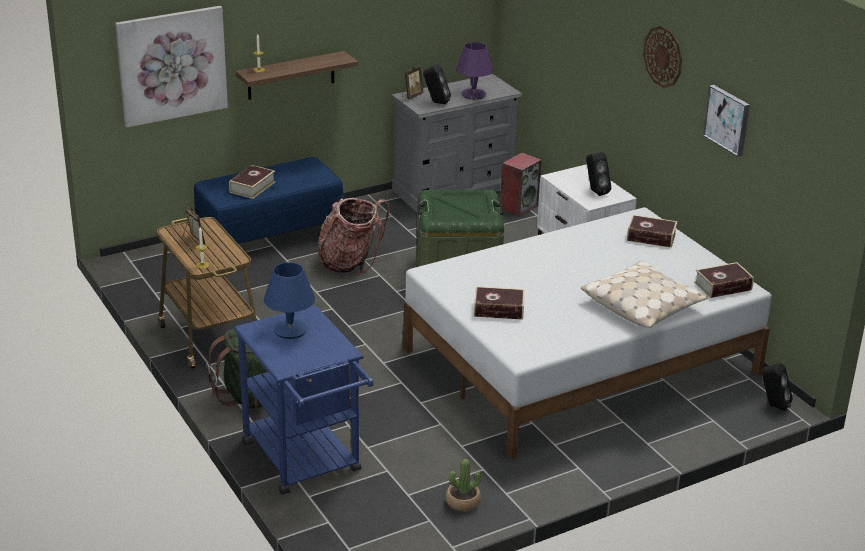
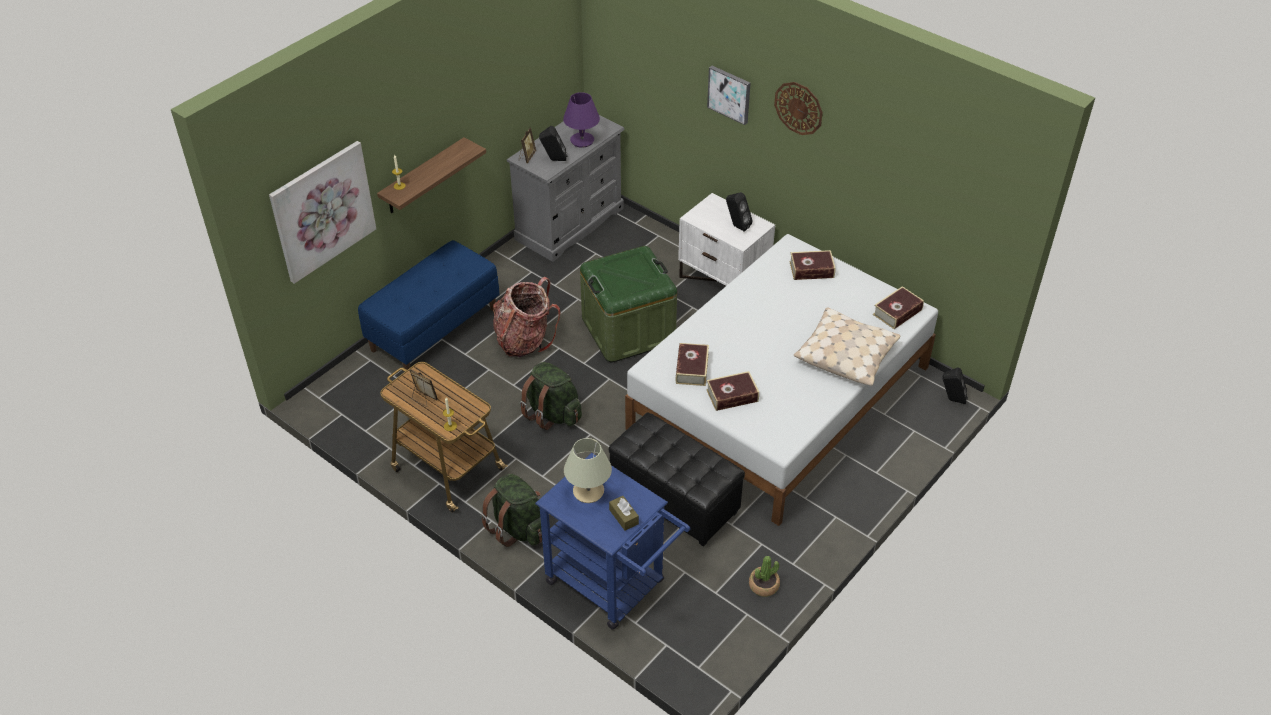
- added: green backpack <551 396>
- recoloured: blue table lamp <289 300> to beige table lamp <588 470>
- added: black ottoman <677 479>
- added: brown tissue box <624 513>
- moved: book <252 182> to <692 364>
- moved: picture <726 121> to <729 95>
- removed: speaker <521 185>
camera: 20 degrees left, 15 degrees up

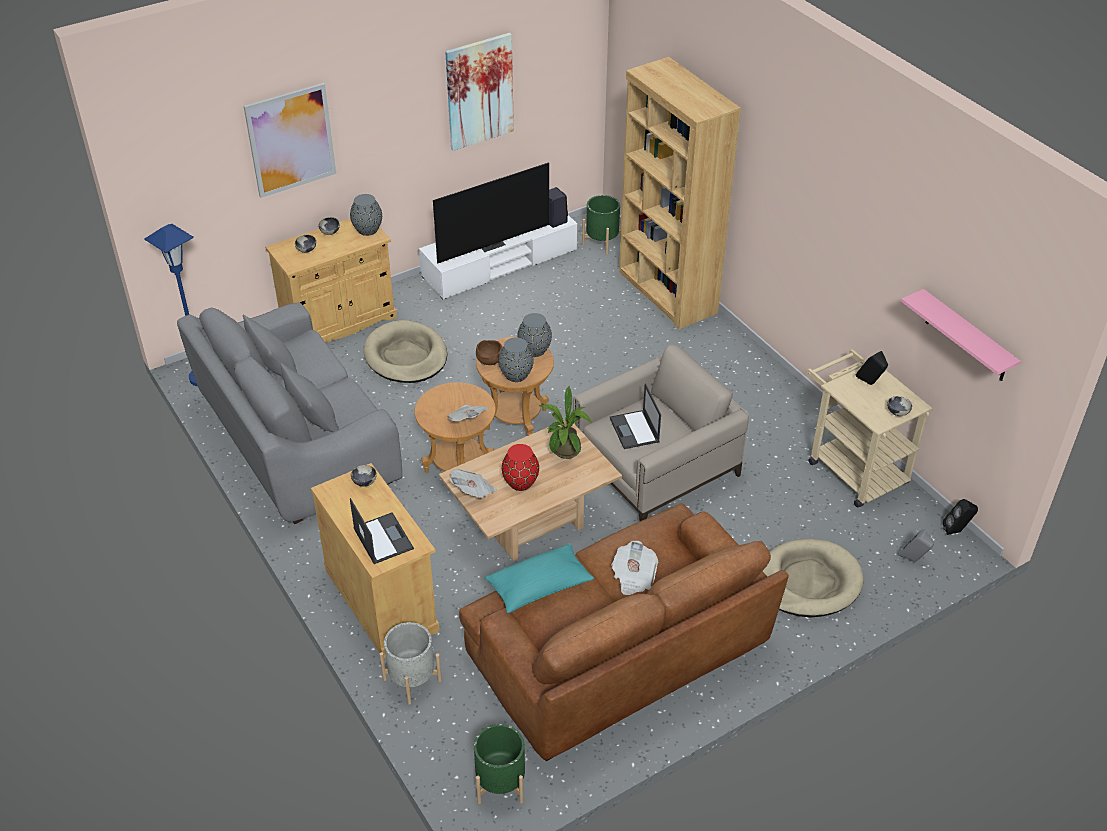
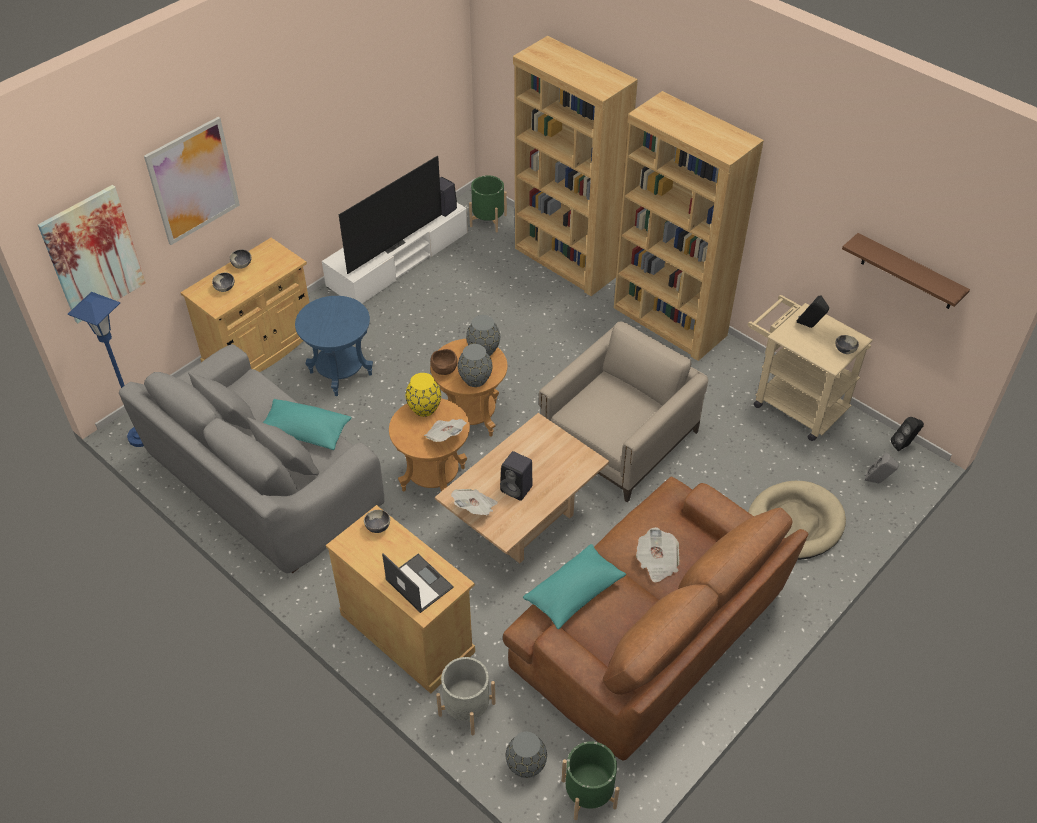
- moved: picture <479 92> to <92 254>
- added: turquoise pillow <307 424>
- replaced: beige dog bed <405 351> to blue side table <334 346>
- added: yellow vase <423 395>
- replaced: red vase <520 467> to black speaker <516 476>
- moved: grey vase <366 215> to <526 755>
- added: brown bookcase <689 226>
- recoloured: pink shelf <961 335> to brown shelf <906 271>
- removed: potted plant <565 422>
- removed: laptop <635 416>
camera: 15 degrees left, 5 degrees up

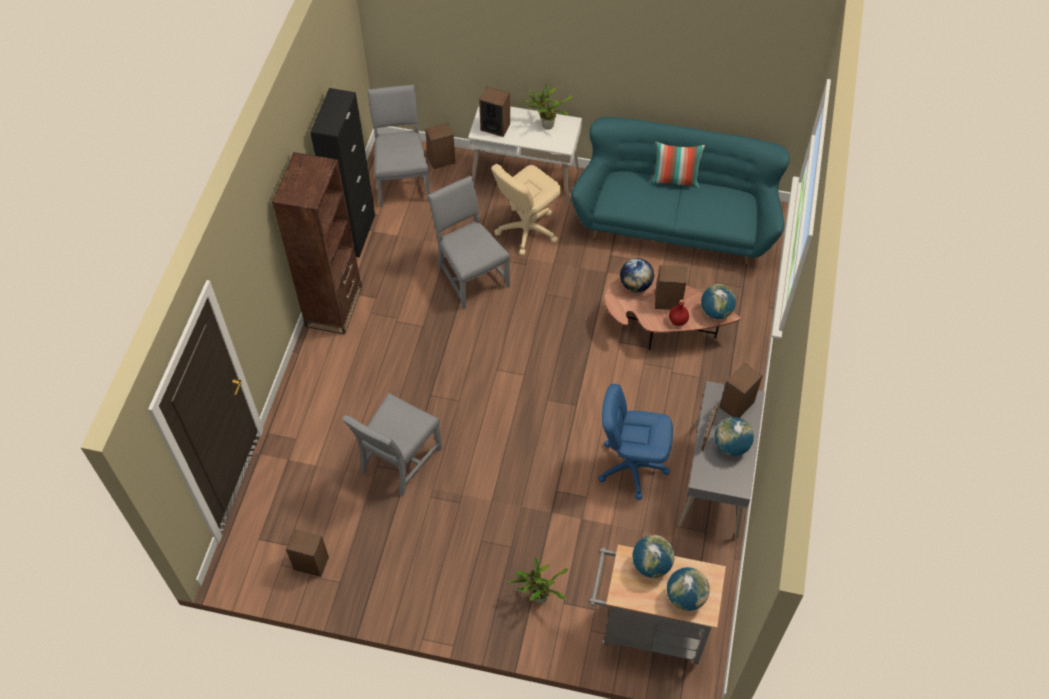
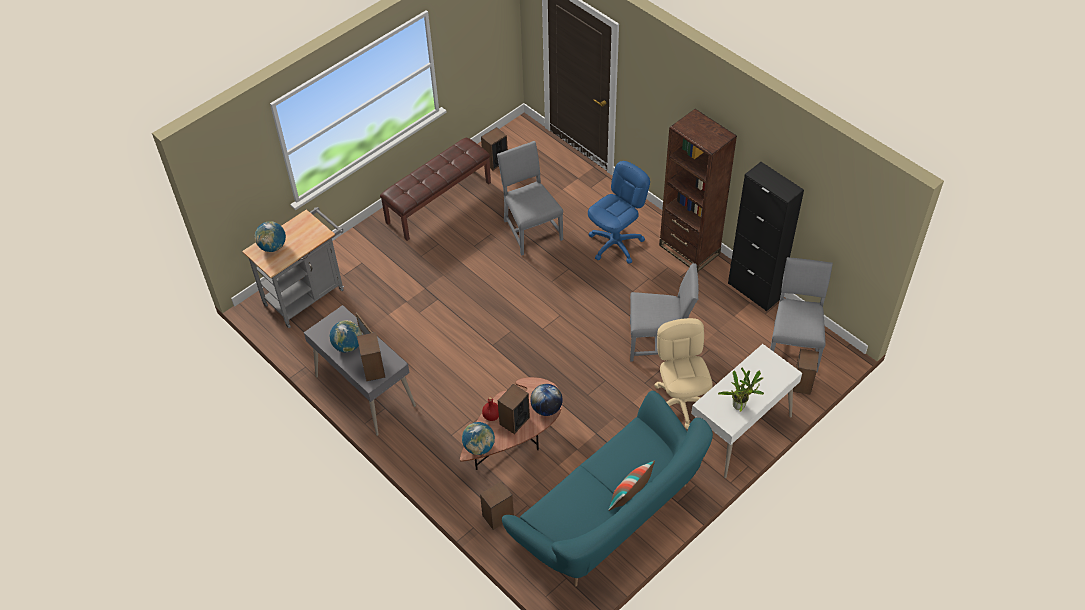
- added: brown bench <435 189>
- moved: speaker <494 111> to <497 505>
- moved: blue office chair <635 442> to <619 212>
- turned: grey chair <398 145> = <801 314> 105 degrees counterclockwise
- removed: potted plant <537 580>
- removed: globe <653 556>
camera: 125 degrees right, 5 degrees down

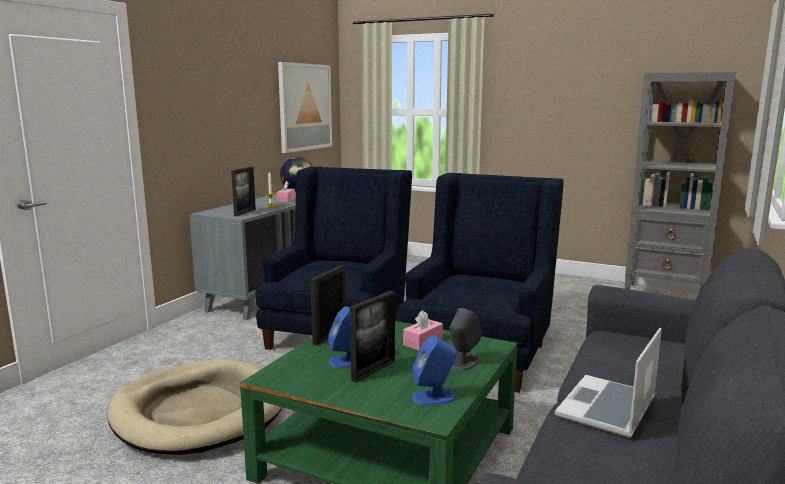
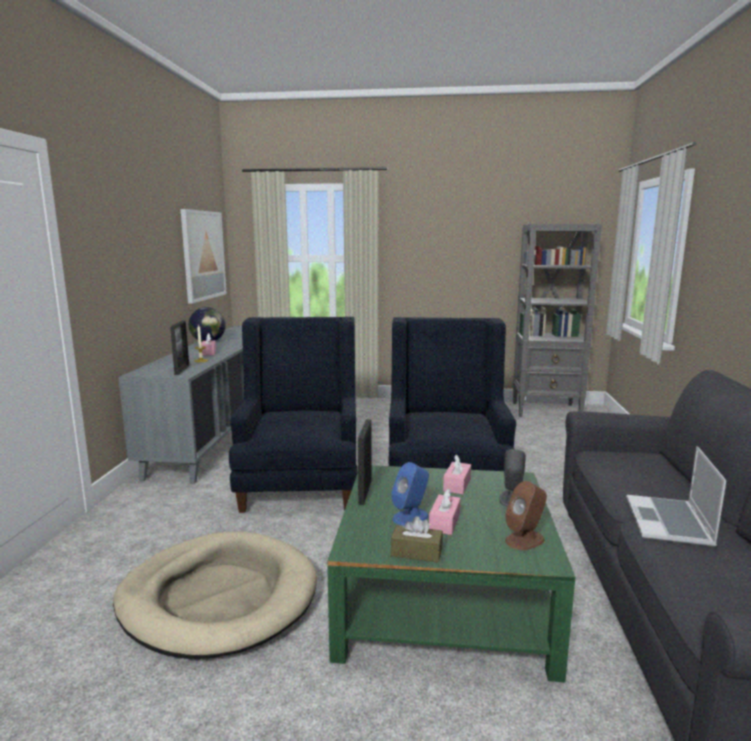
- added: brown tissue box <417 539>
- replaced: picture frame <372 337> to pink tissue box <445 511>
- recoloured: blue speaker <434 371> to brown speaker <526 515>
camera: 20 degrees left, 0 degrees up

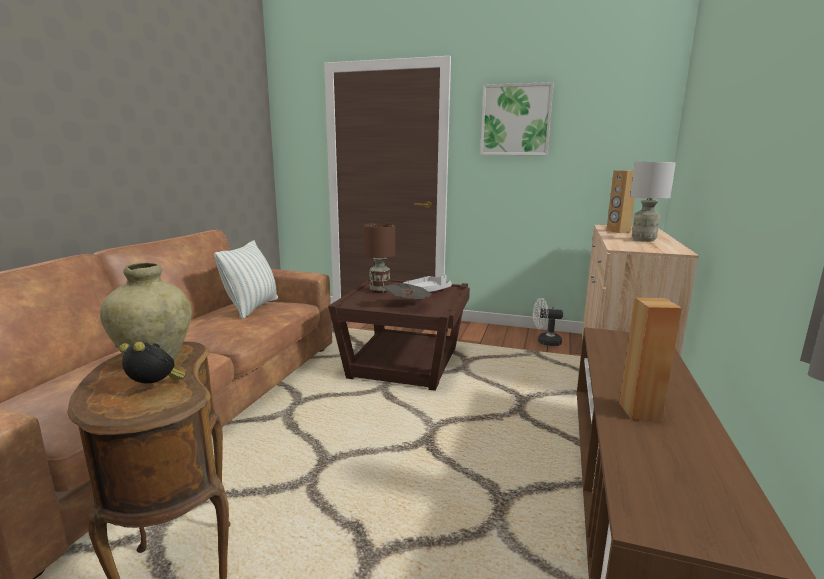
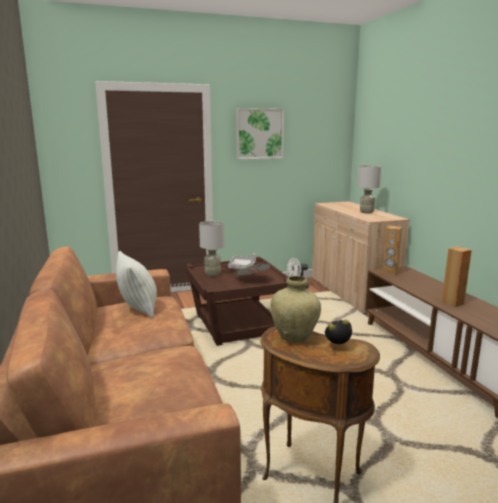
- recoloured: brown table lamp <379 258> to grey table lamp <212 248>
- moved: brown speaker <620 201> to <392 250>
camera: 35 degrees left, 0 degrees up

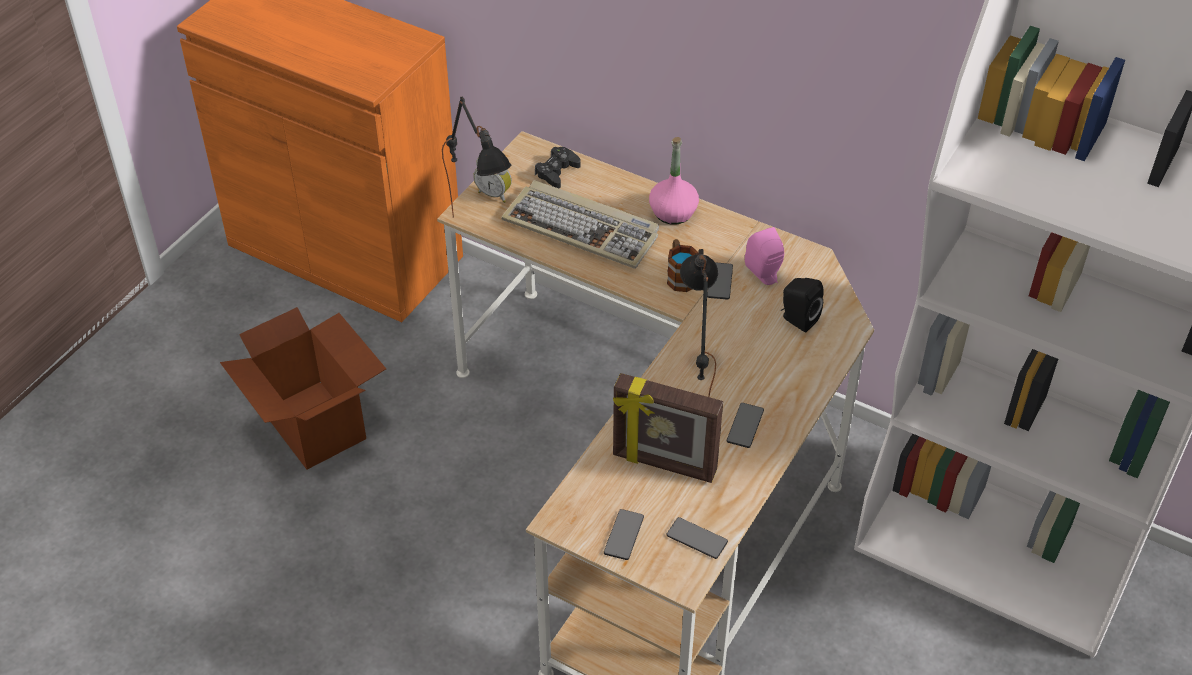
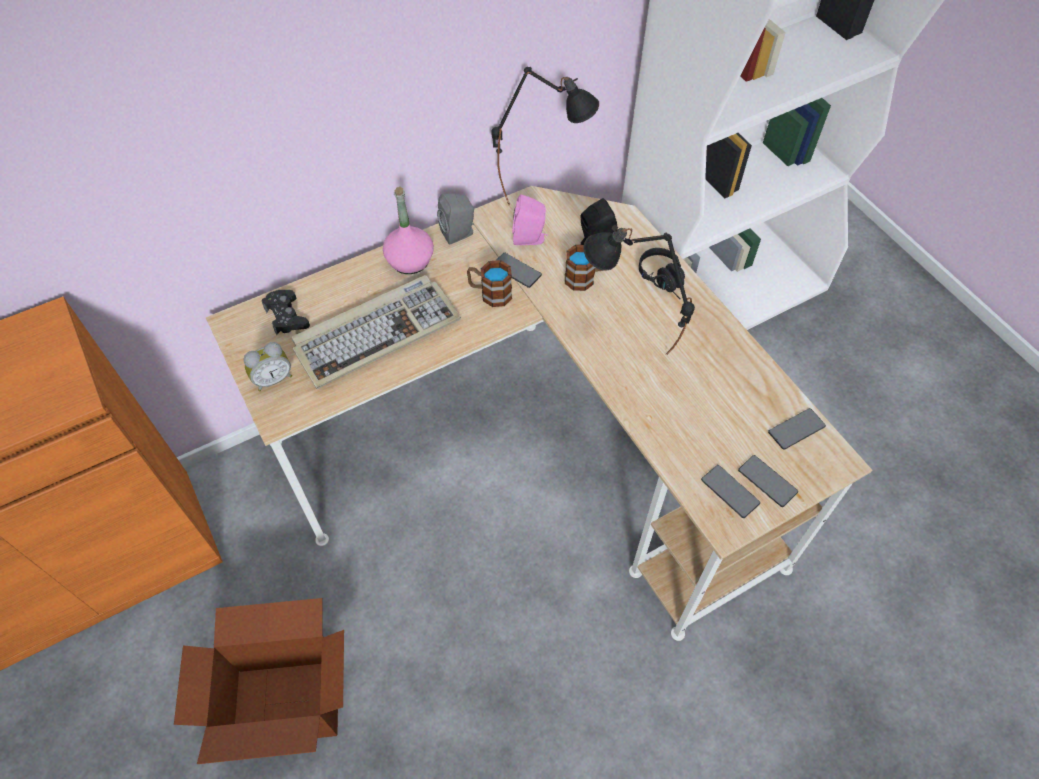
- added: grey speaker <455 219>
- moved: black table lamp <476 157> to <545 135>
- added: mug <583 268>
- added: black headphones <662 273>
- moved: phone <745 425> to <730 491>
- removed: picture frame <668 428>
camera: 60 degrees left, 10 degrees up

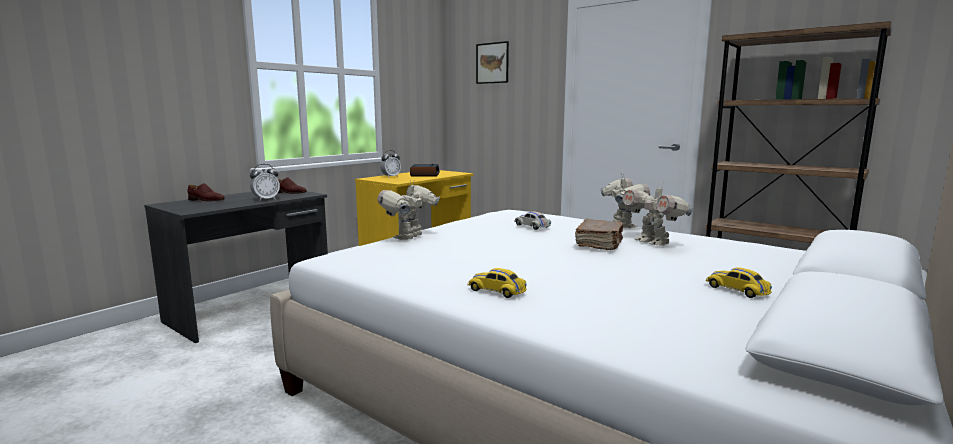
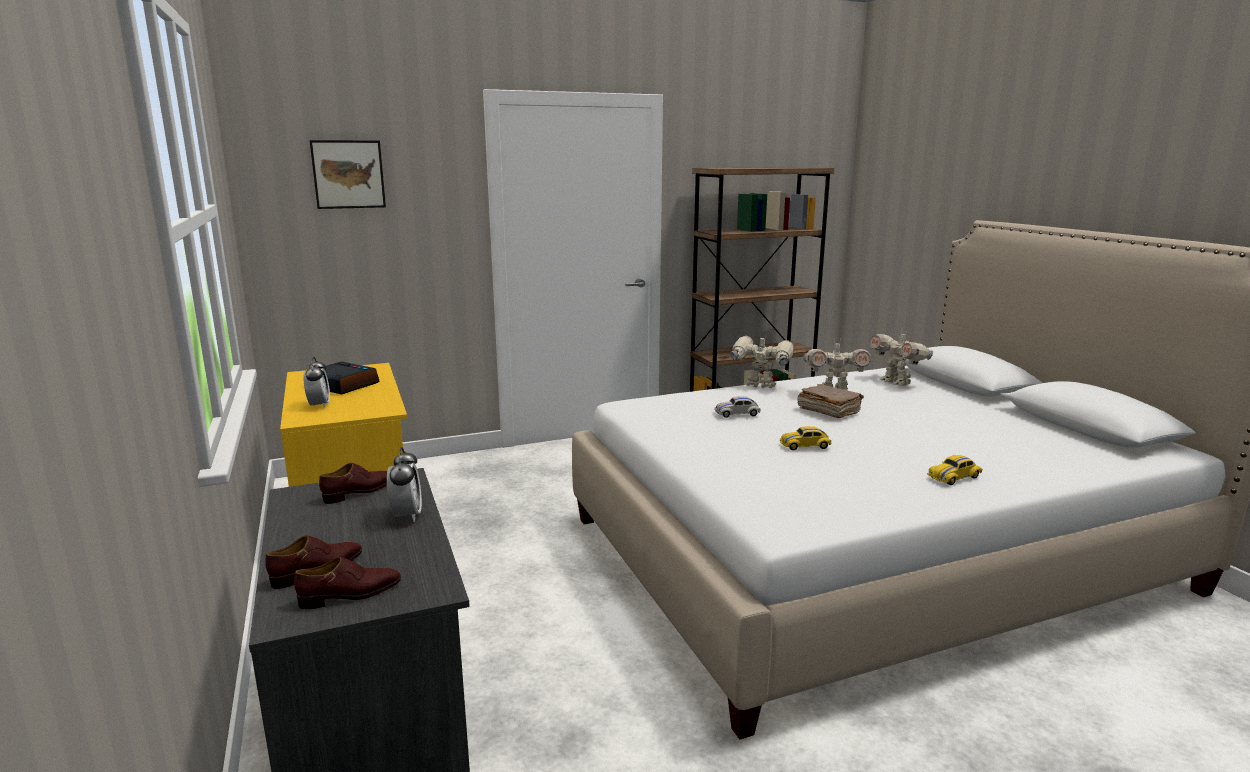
- added: brown shoe <347 583>
- moved: yellow toy car <739 282> to <805 438>
- moved: toy robot <408 209> to <901 357>
camera: 60 degrees left, 5 degrees up

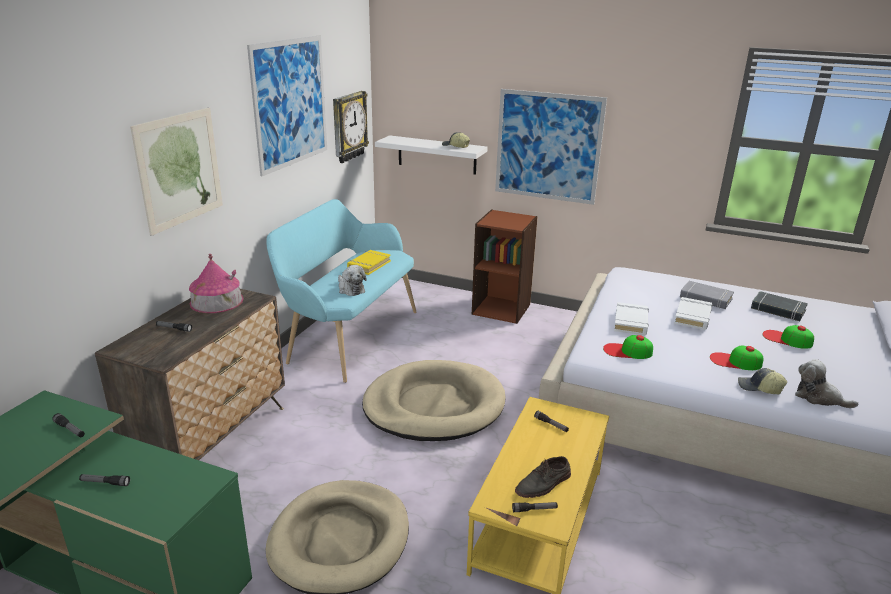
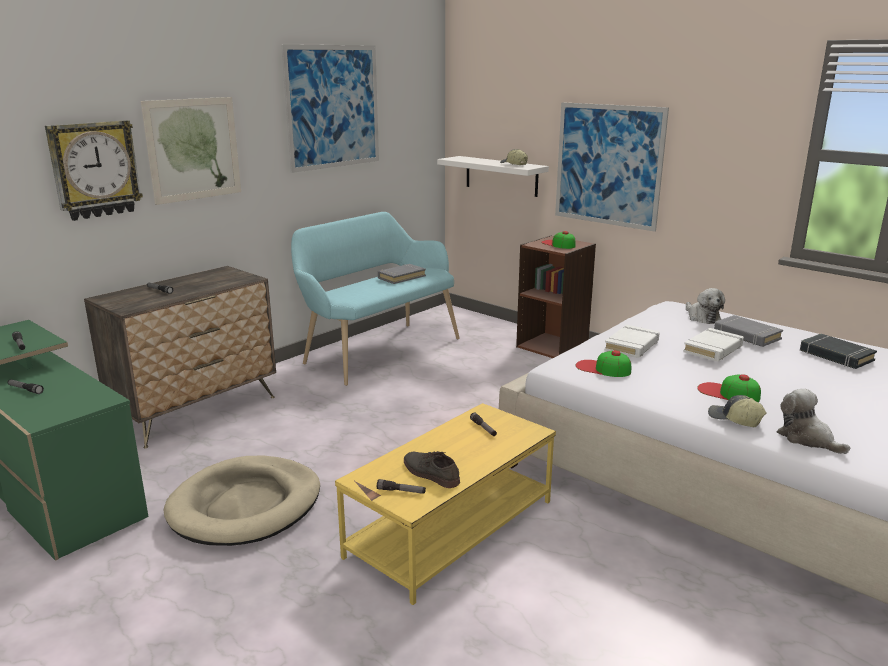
- moved: wall clock <351 127> to <94 170>
- recoloured: yellow book <369 262> to grey book <402 274>
- turned: grey shoe <543 477> = <432 469> 60 degrees clockwise
- moved: cap <788 337> to <558 240>
- moved: plush toy <352 280> to <705 306>
- removed: toy house <216 283>
- removed: beige dog bed <433 400>
camera: 20 degrees right, 5 degrees down

